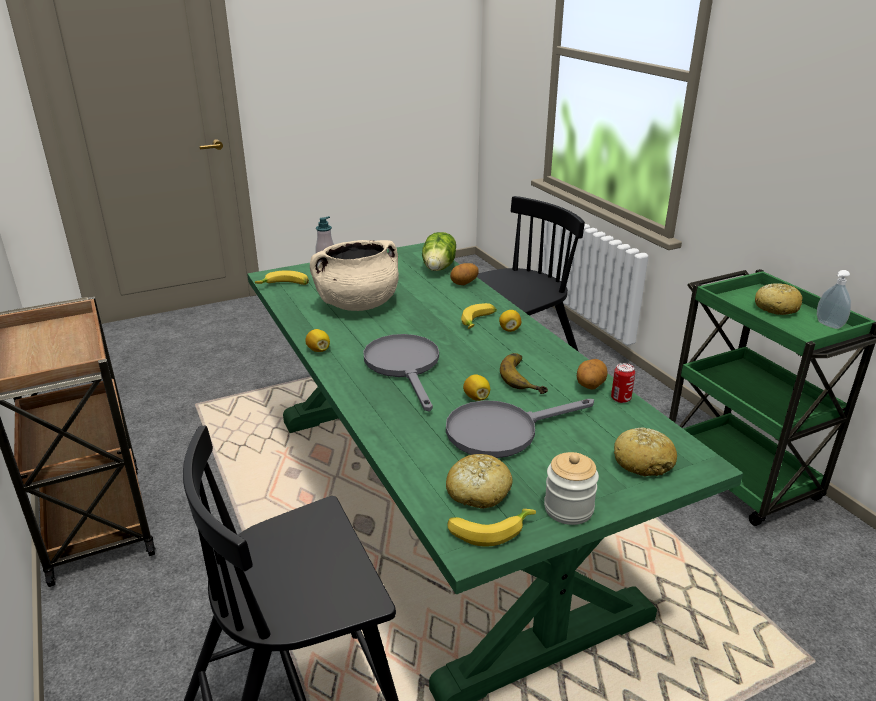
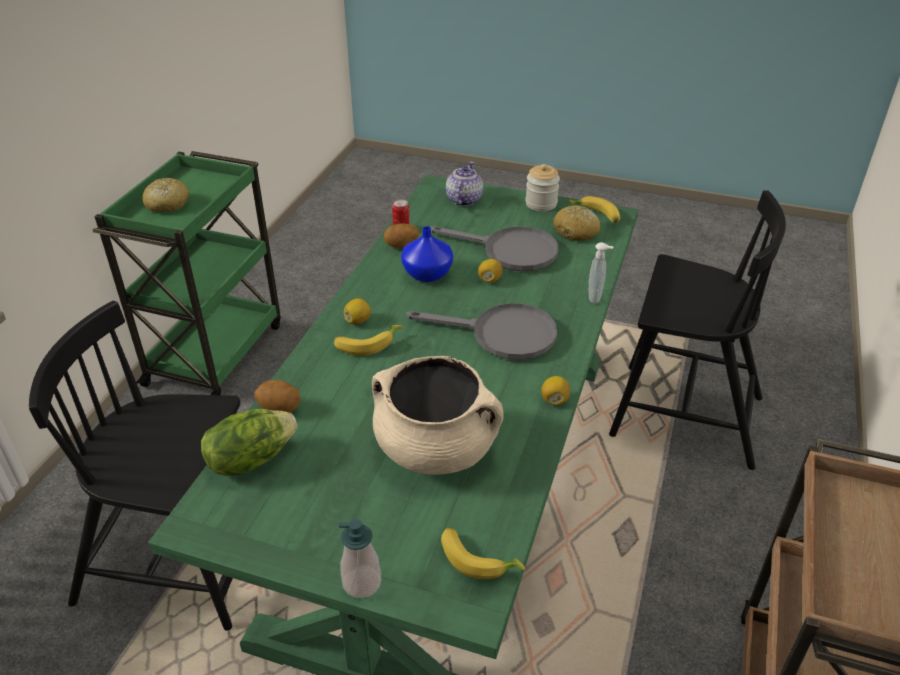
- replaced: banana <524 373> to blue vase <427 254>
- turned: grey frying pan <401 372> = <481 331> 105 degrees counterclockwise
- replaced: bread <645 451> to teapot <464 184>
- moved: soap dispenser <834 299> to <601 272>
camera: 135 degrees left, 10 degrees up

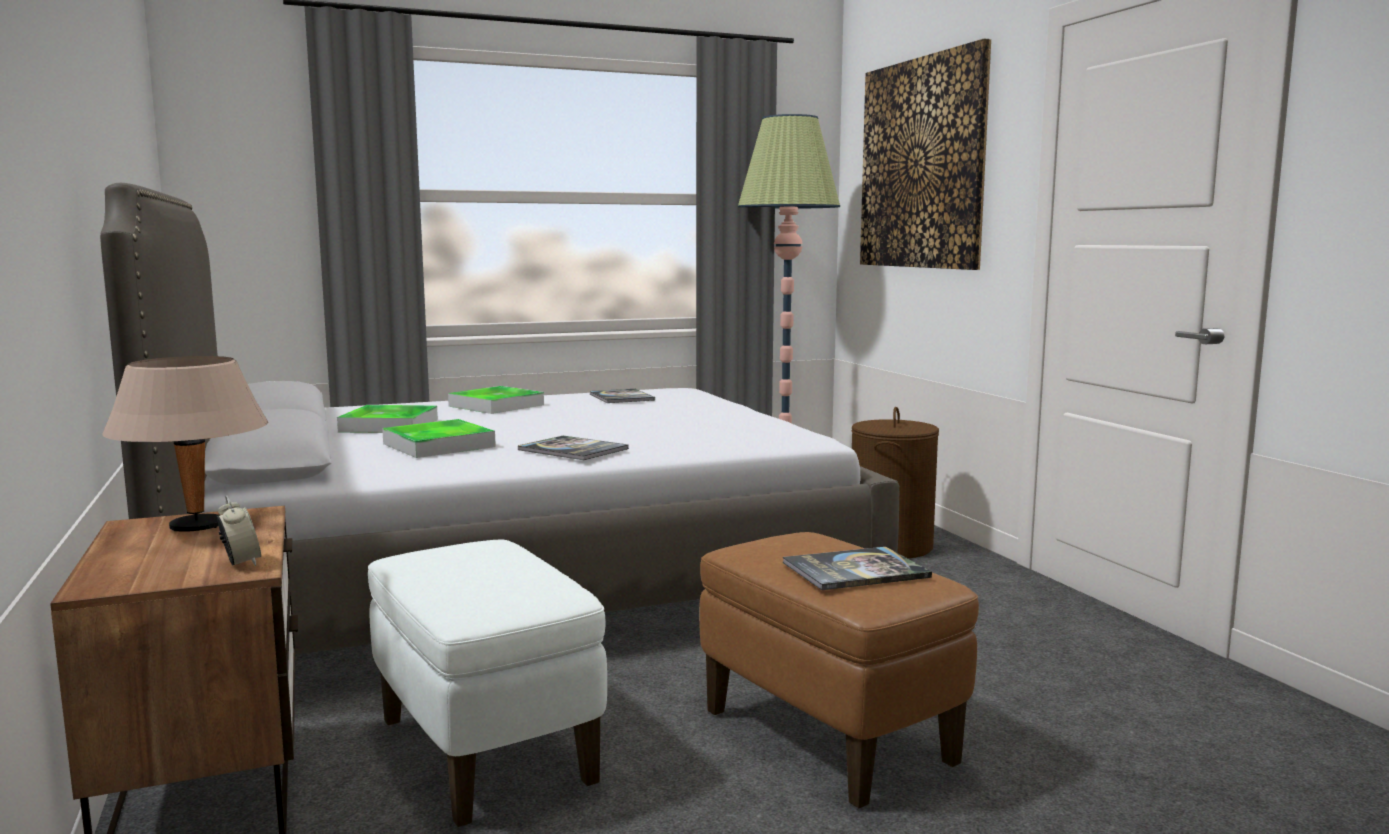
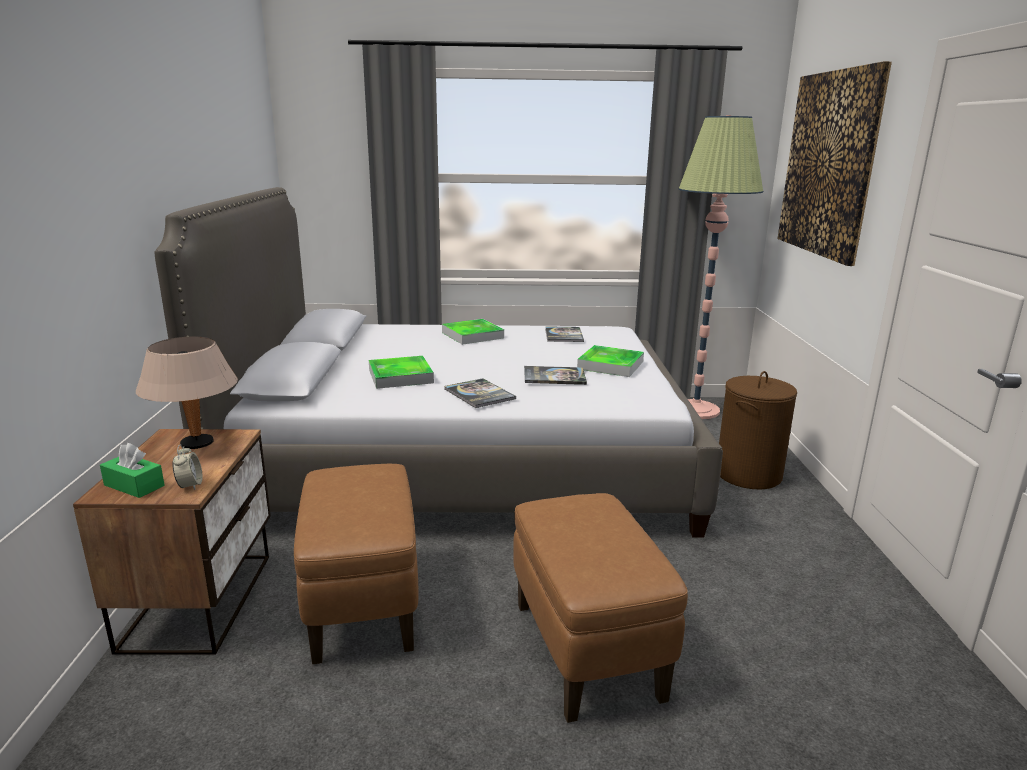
- added: green tissue box <132 470>
- recoloured: white ottoman <487 683> to brown ottoman <356 564>
- moved: book <857 568> to <555 375>
- moved: tray <387 419> to <610 361>
camera: 20 degrees right, 10 degrees up

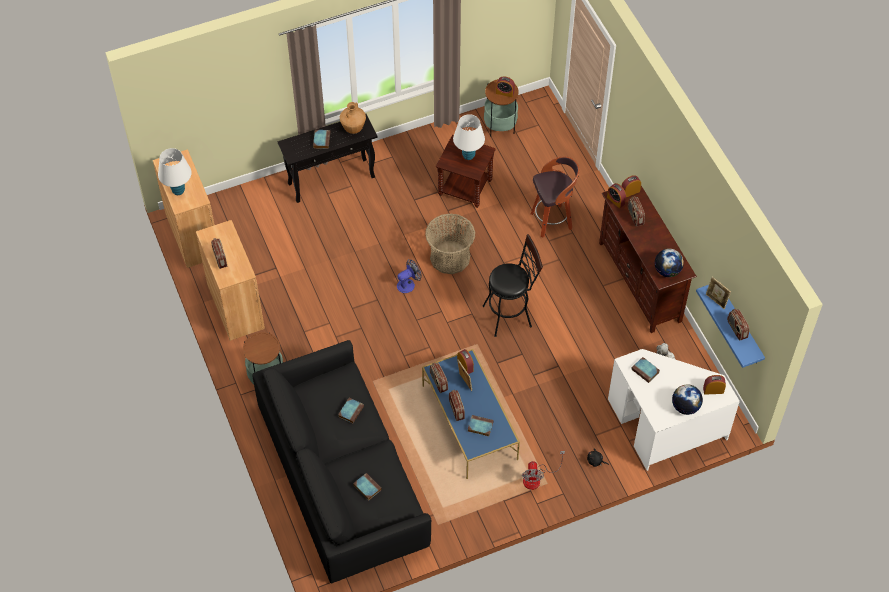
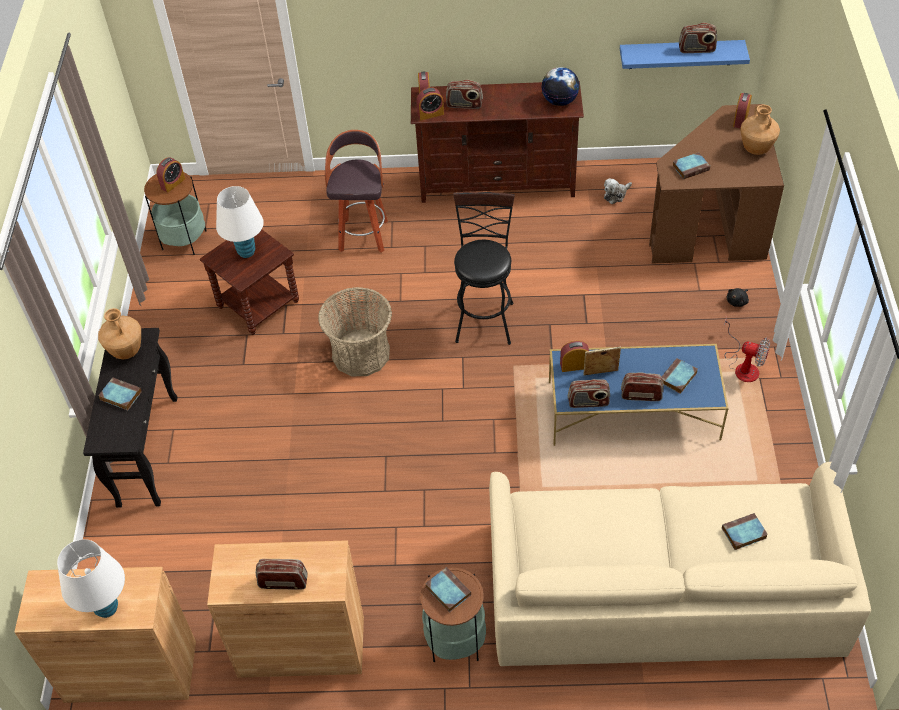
- moved: book <351 411> to <448 589>
- recoloured: black sofa <341 461> to beige sofa <680 564>
- recoloured: white desk <674 410> to brown desk <716 184>
- replaced: globe <687 399> to brown vase <760 130>
- removed: fan <409 276>
- removed: picture frame <718 293>
camera: 65 degrees left, 5 degrees down

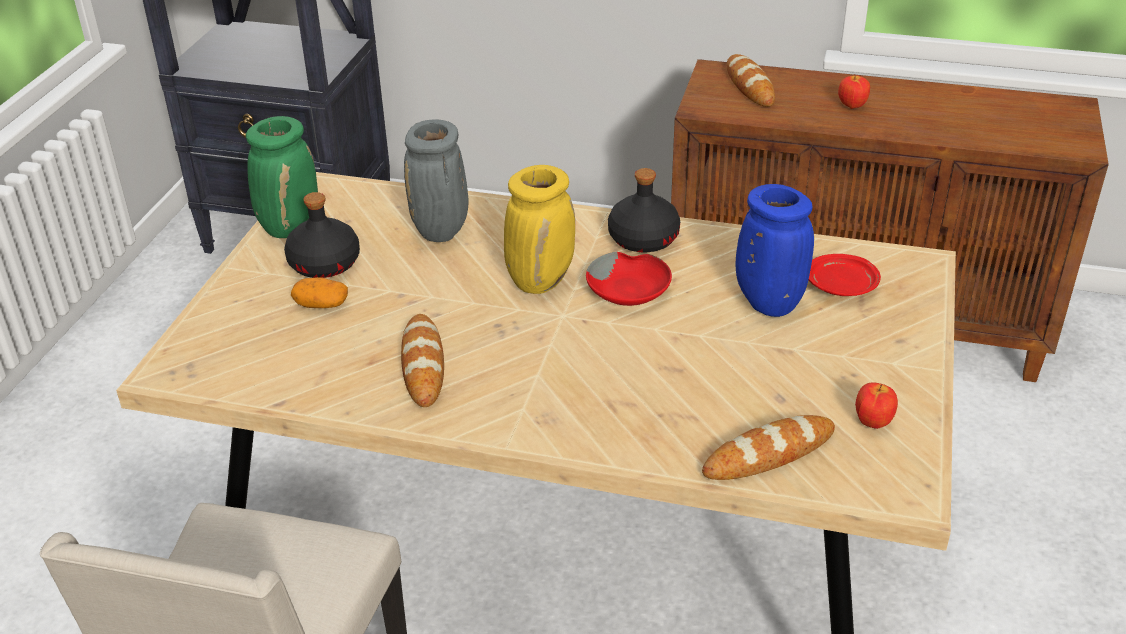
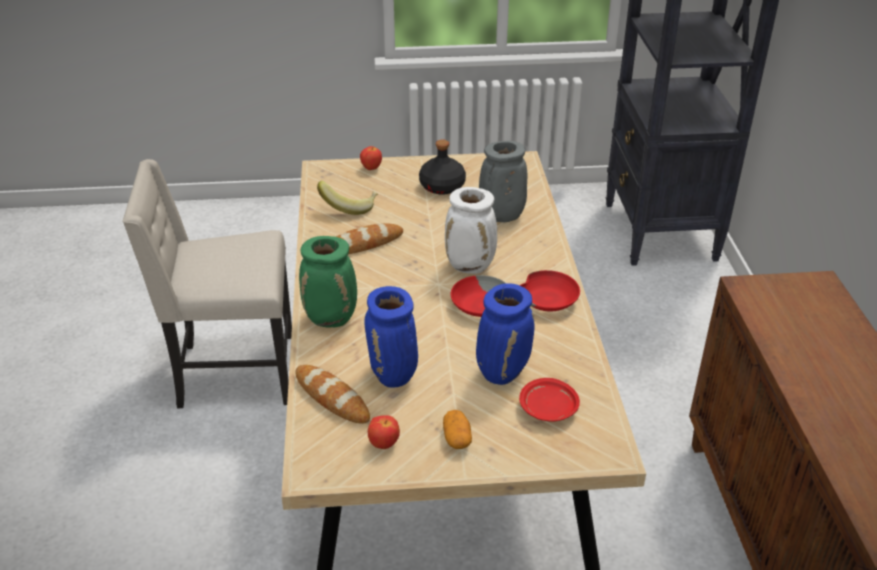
- moved: green vase <282 177> to <328 282>
- added: banana <347 198>
- moved: apple <854 91> to <371 158>
- added: blue vase <391 337>
- moved: potato <319 292> to <457 429>
- recoloured: yellow vase <539 229> to white vase <471 230>
- replaced: black bottle <644 210> to red bowl <550 291>
- removed: bread <751 80>
camera: 70 degrees right, 0 degrees up

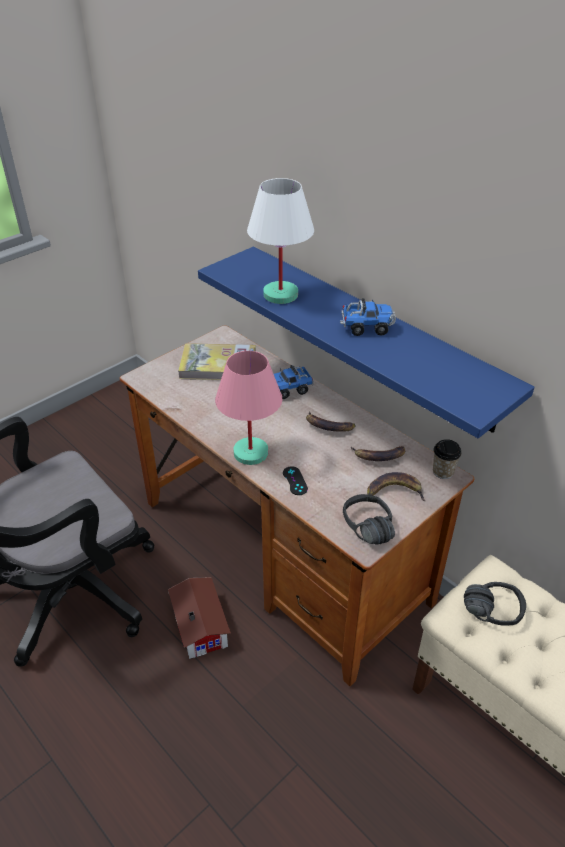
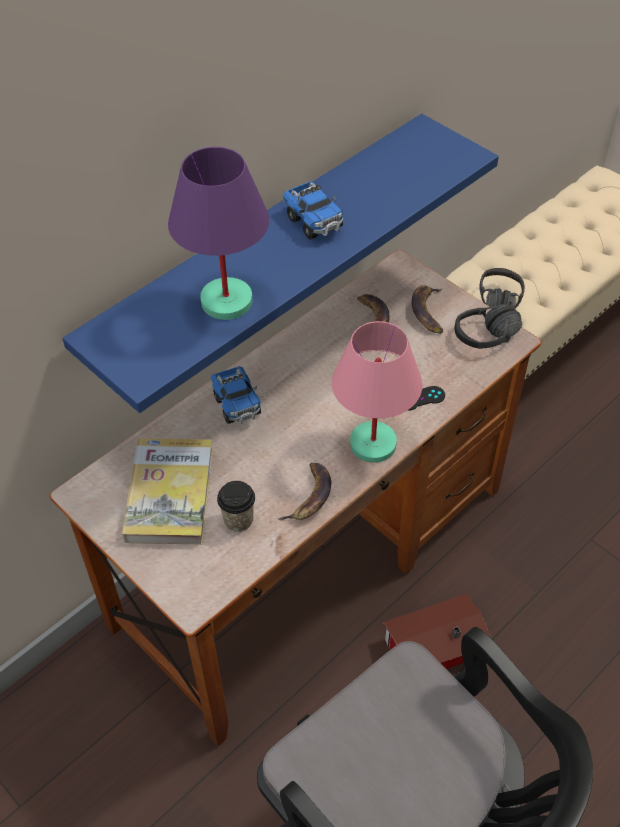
- recoloured: white table lamp <280 241> to purple table lamp <218 233>
- moved: cup <447 459> to <236 506>
- moved: banana <330 422> to <304 491>
- turned: toy truck <368 317> = <313 210> 150 degrees clockwise
camera: 90 degrees left, 10 degrees up

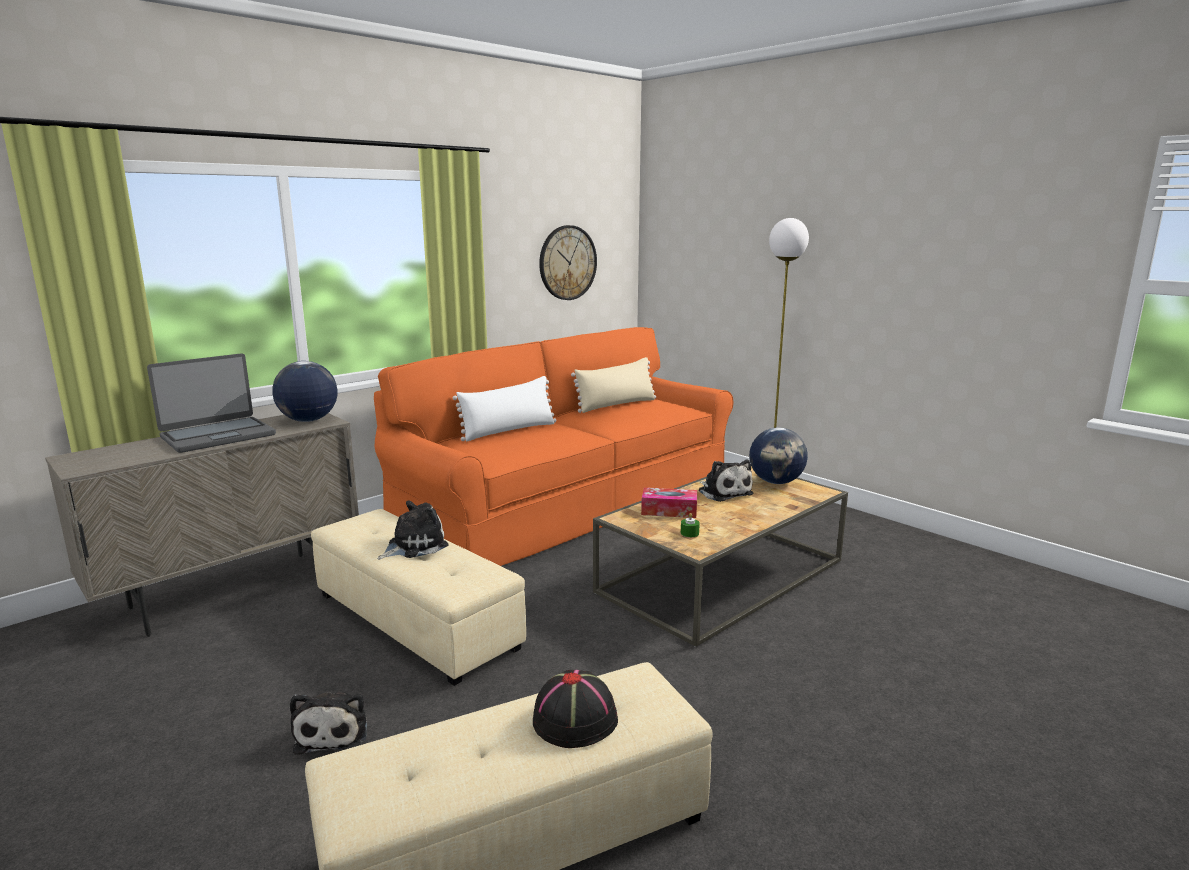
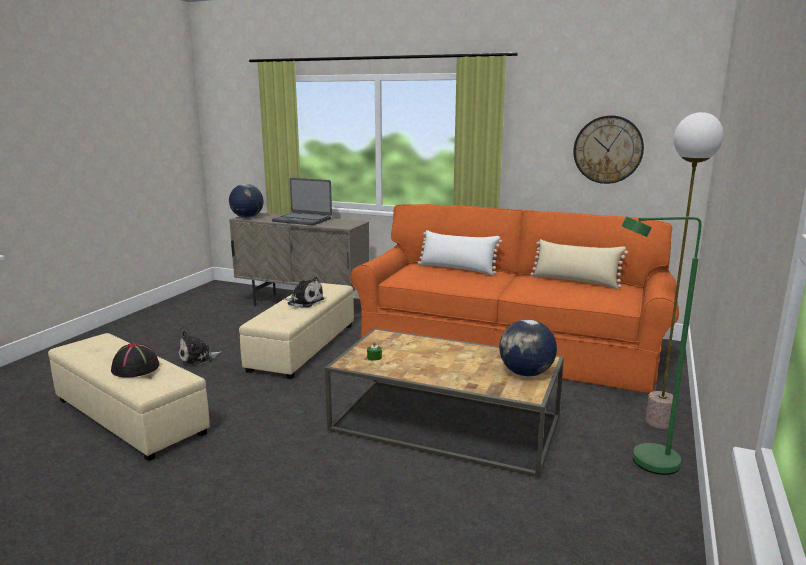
- moved: globe <304 391> to <246 201>
- added: green floor lamp <661 346>
- removed: tissue box <669 502>
- removed: plush toy <726 481>
camera: 65 degrees right, 0 degrees up

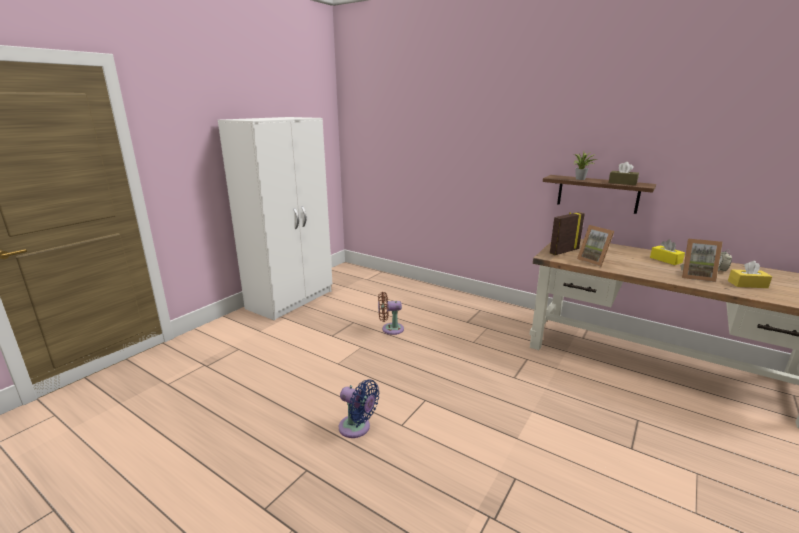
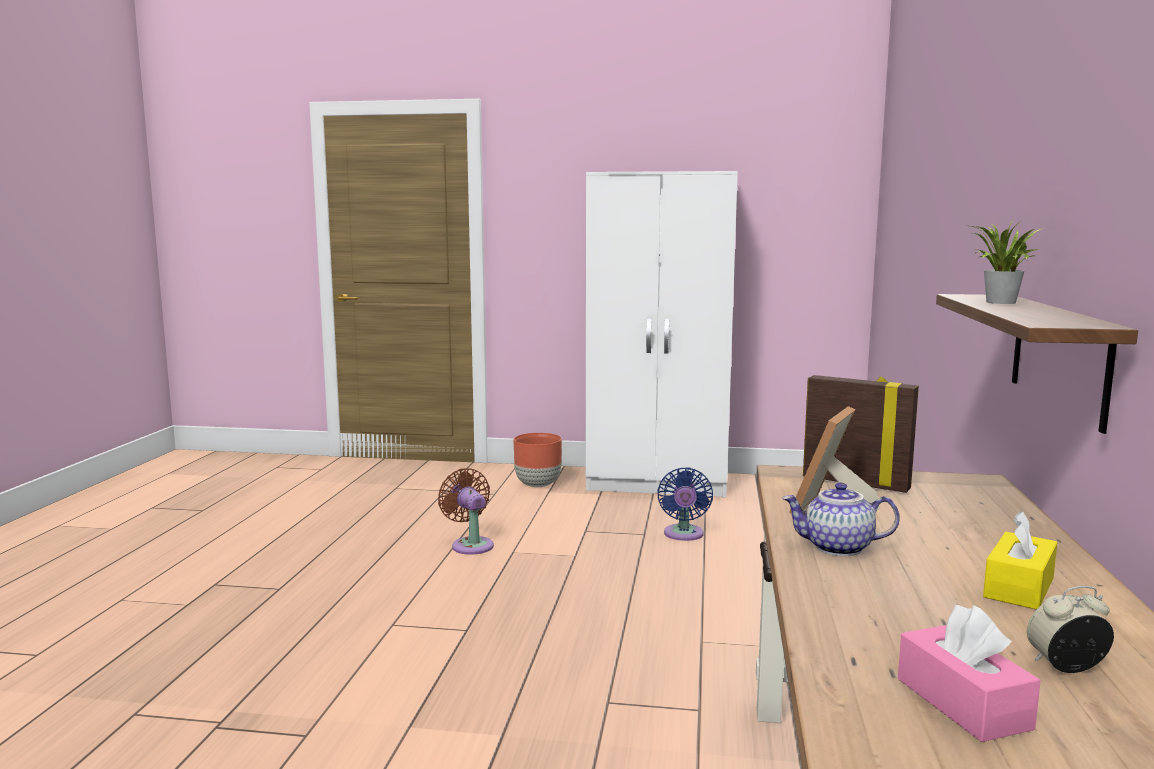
- moved: brown fan <391 313> to <466 511>
- added: brown planter <538 460>
- moved: blue fan <359 409> to <685 504>
- added: teapot <841 519>
- recoloured: yellow tissue box <750 274> to pink tissue box <969 673>
- removed: brown tissue box <624 173>
- removed: picture frame <701 260>
camera: 65 degrees right, 10 degrees down

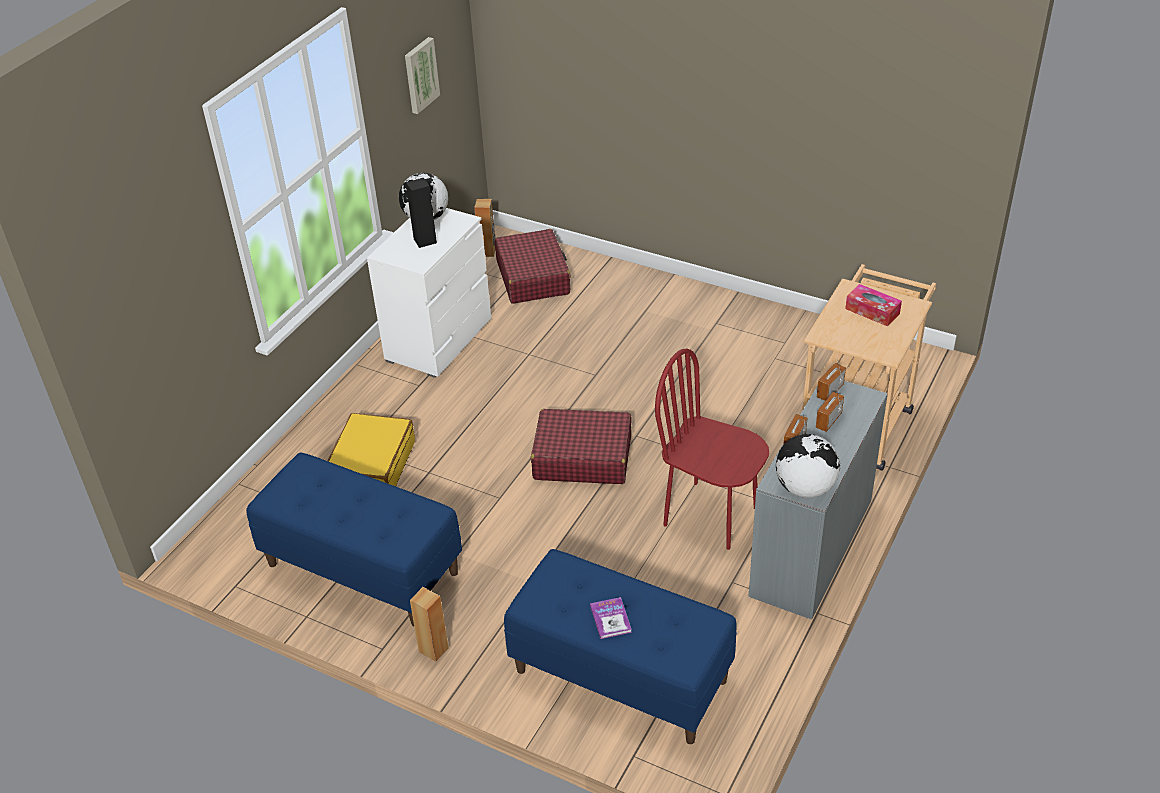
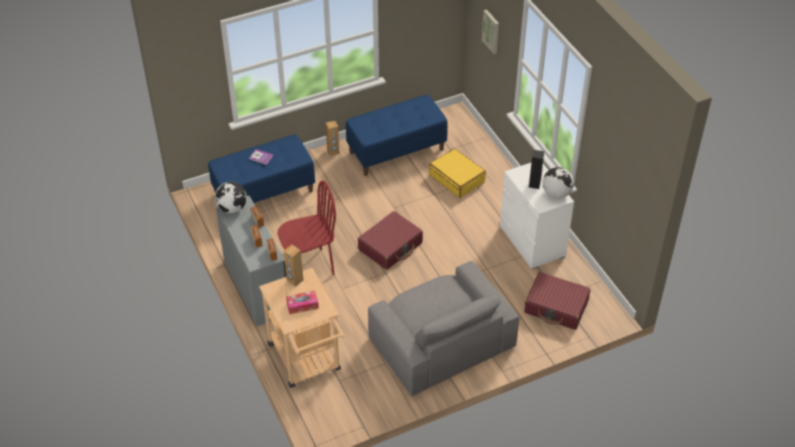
- moved: brown speaker <484 228> to <293 265>
- added: grey armchair <444 328>
- moved: picture <422 75> to <490 32>
camera: 125 degrees right, 5 degrees up

